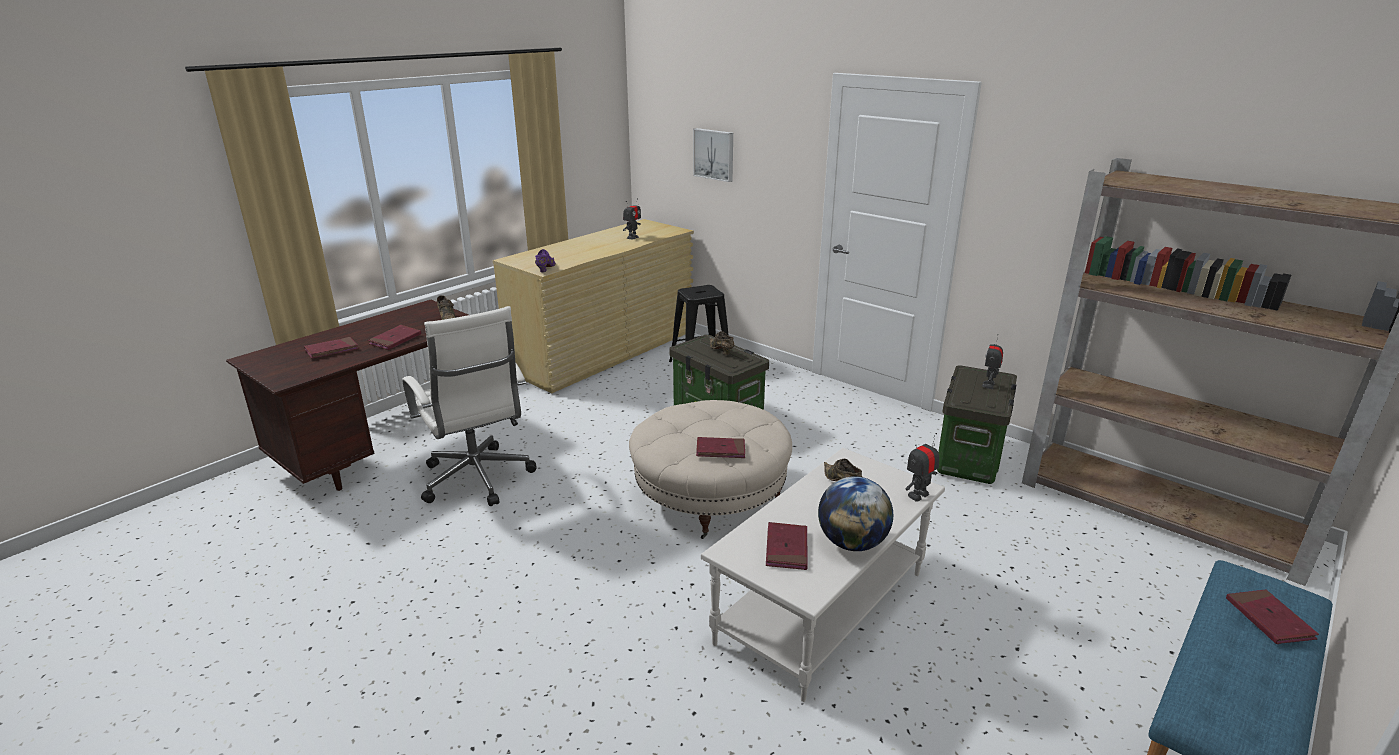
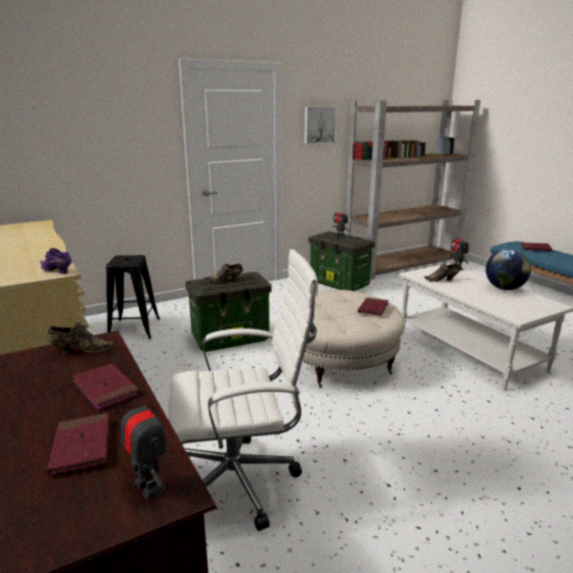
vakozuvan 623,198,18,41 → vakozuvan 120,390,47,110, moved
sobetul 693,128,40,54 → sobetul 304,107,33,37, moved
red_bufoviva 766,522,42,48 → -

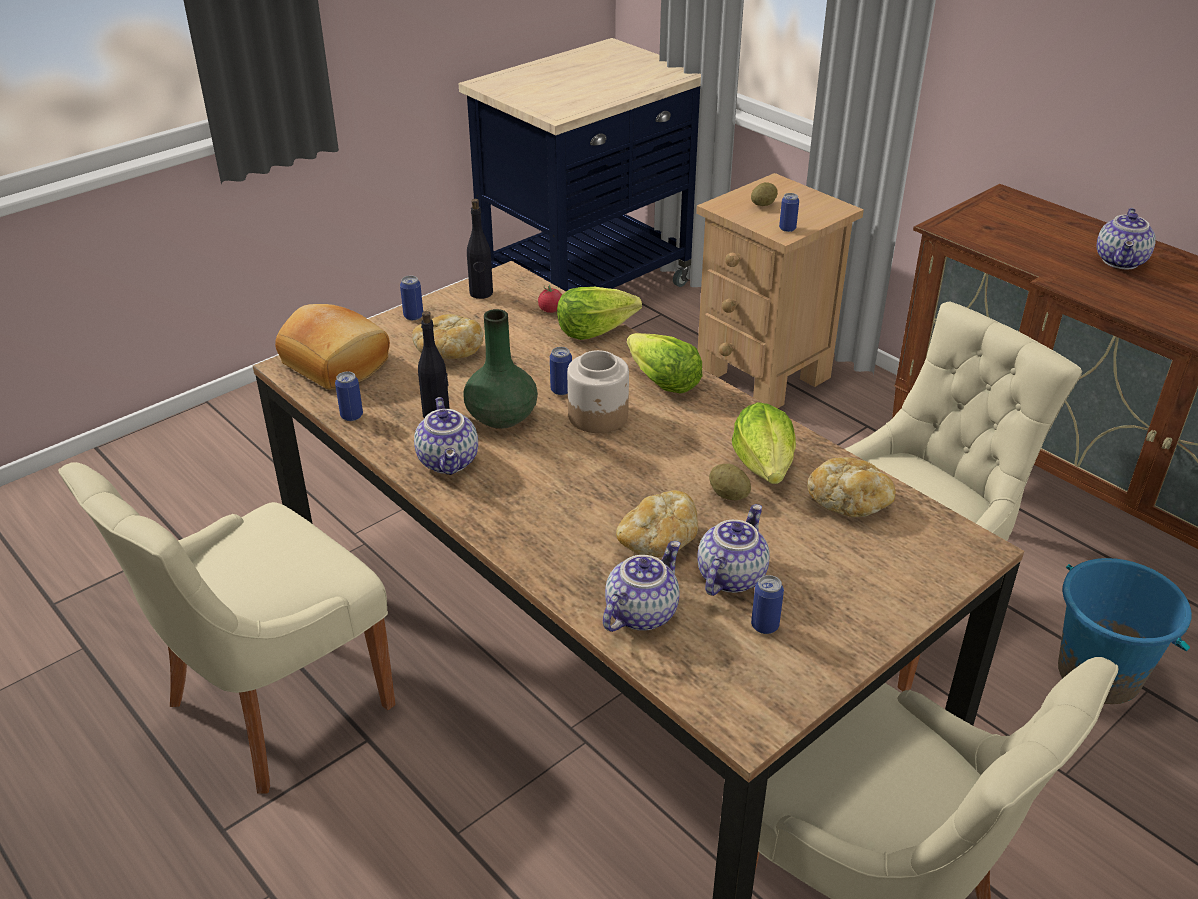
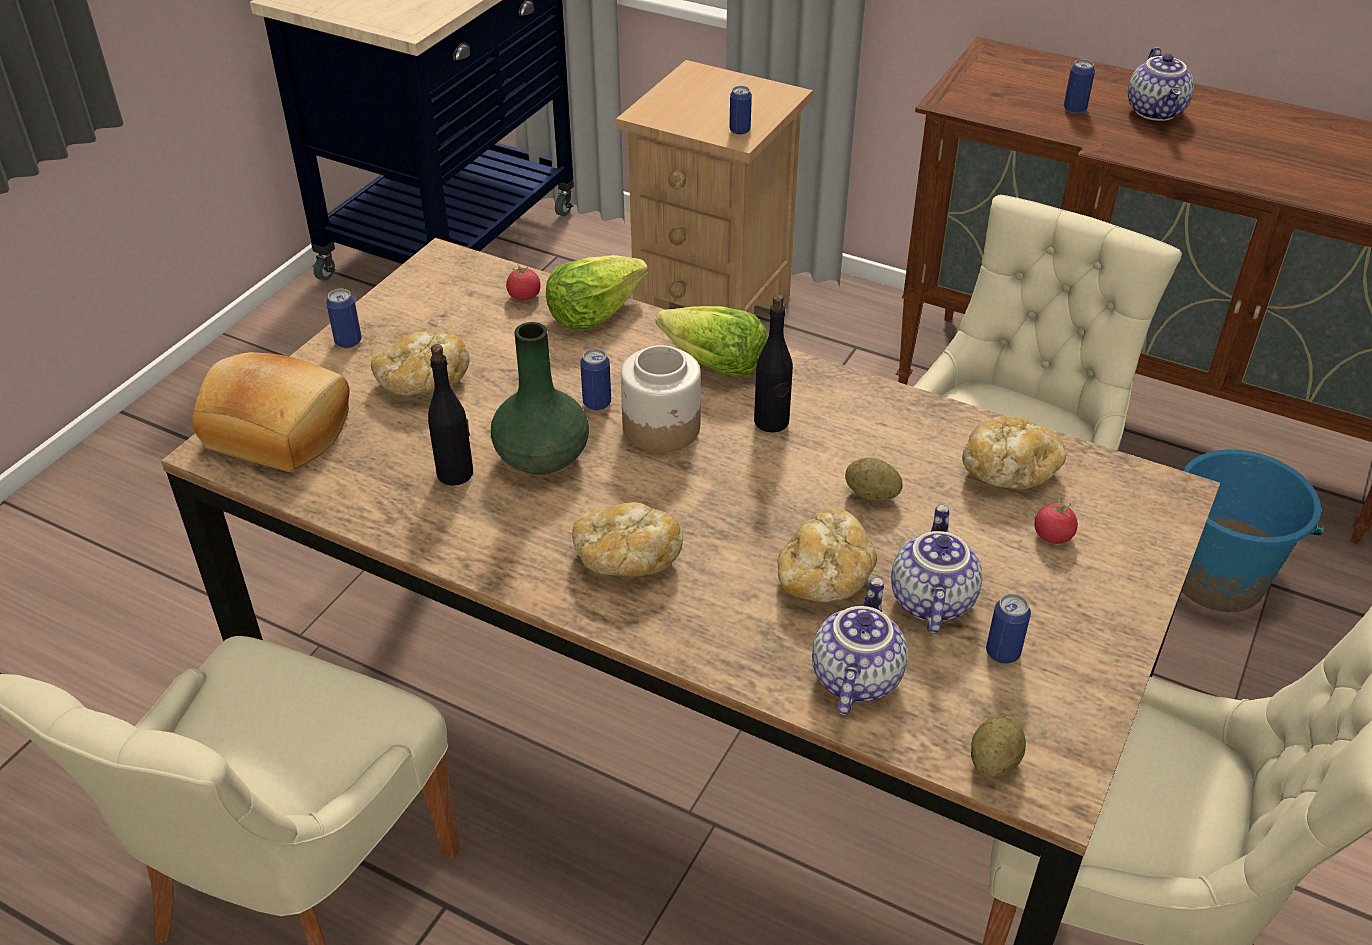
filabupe 335,372,28,49 → filabupe 1064,59,31,54, moved
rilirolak 414,397,64,78 → -
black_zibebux 467,199,26,100 → black_zibebux 754,294,39,138, moved
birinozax 732,402,64,82 → -
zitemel 751,182,27,24 → zitemel 971,715,55,63, moved
- → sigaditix 572,502,111,74
- → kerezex 1034,497,44,47

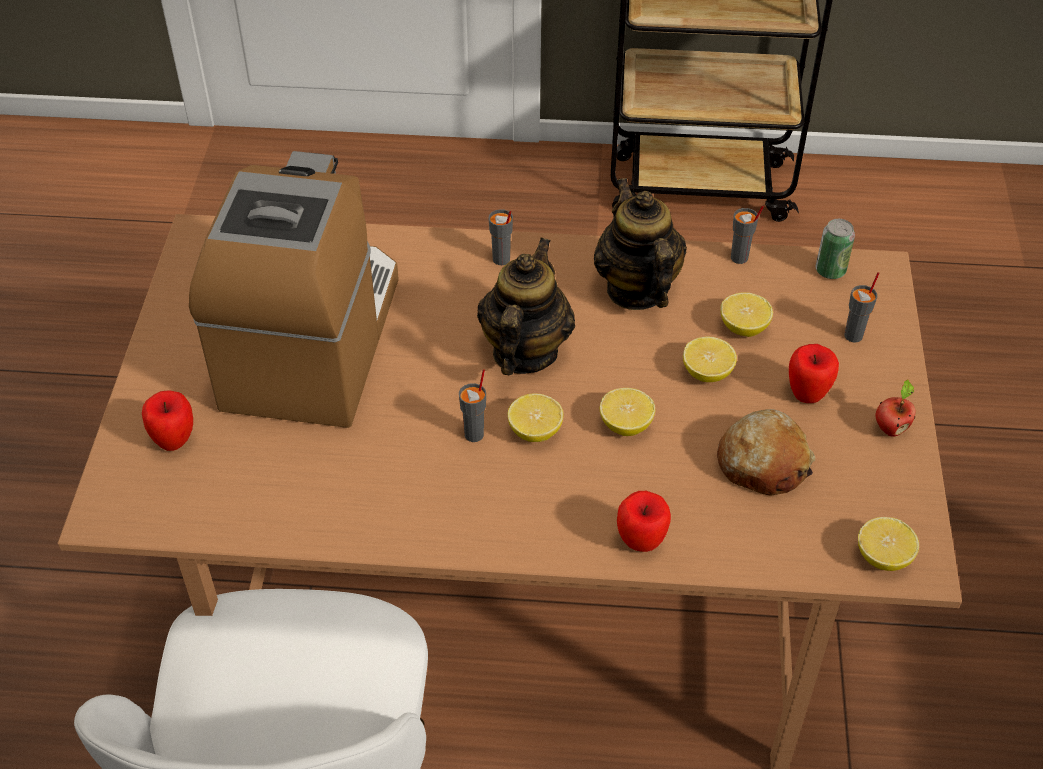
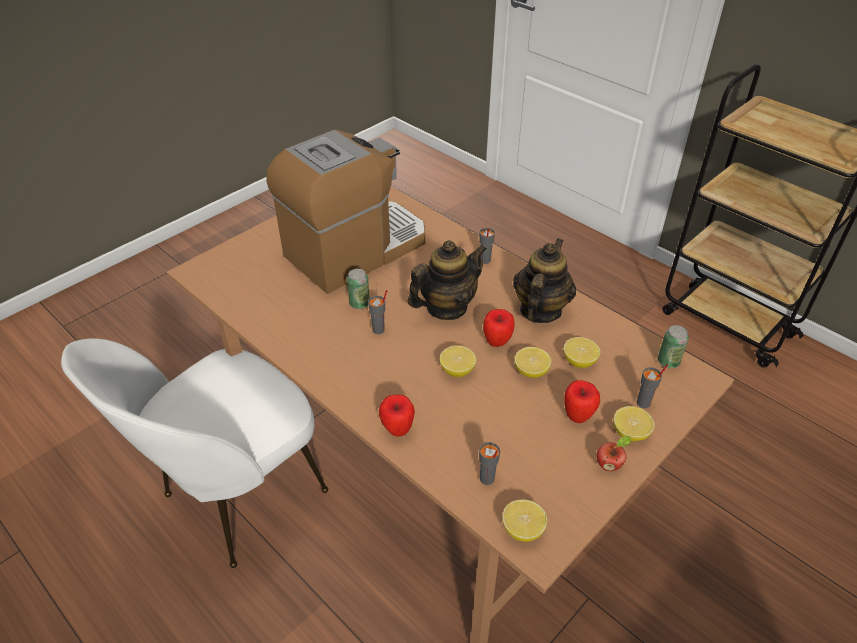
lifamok 142,390,51,61 → lifamok 483,309,32,38, moved
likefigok 508,393,55,49 → likefigok 613,406,42,36, moved
sigaditix 717,409,98,87 → -
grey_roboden 731,206,33,58 → grey_roboden 479,442,21,43, moved
- → filabupe 347,269,23,40

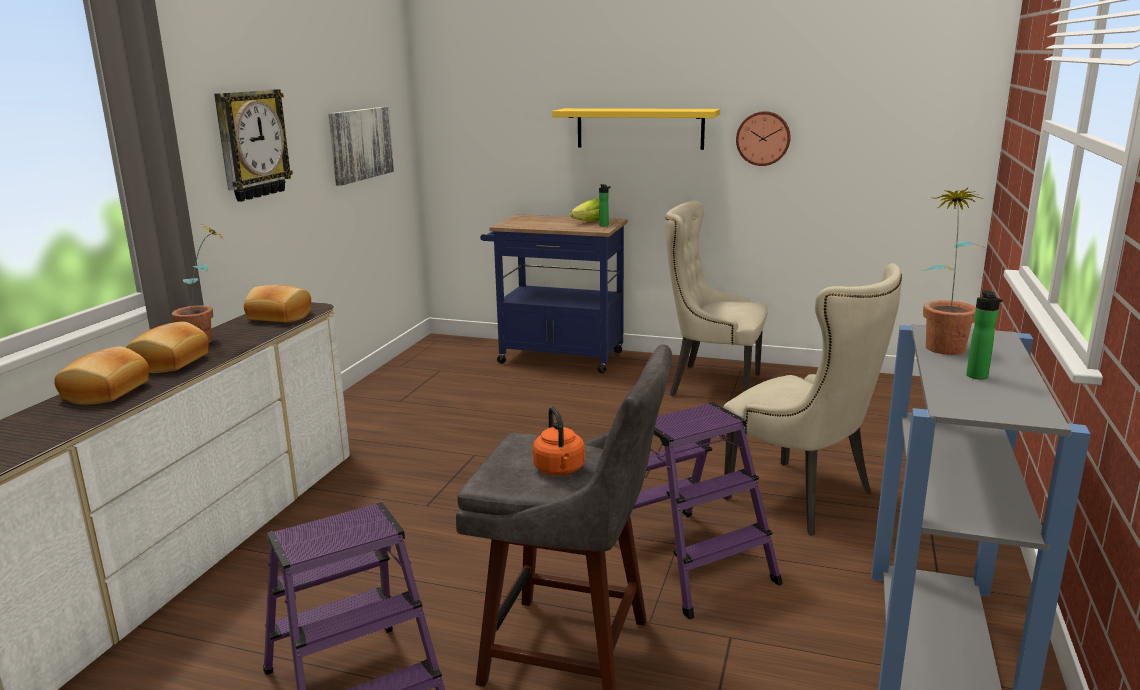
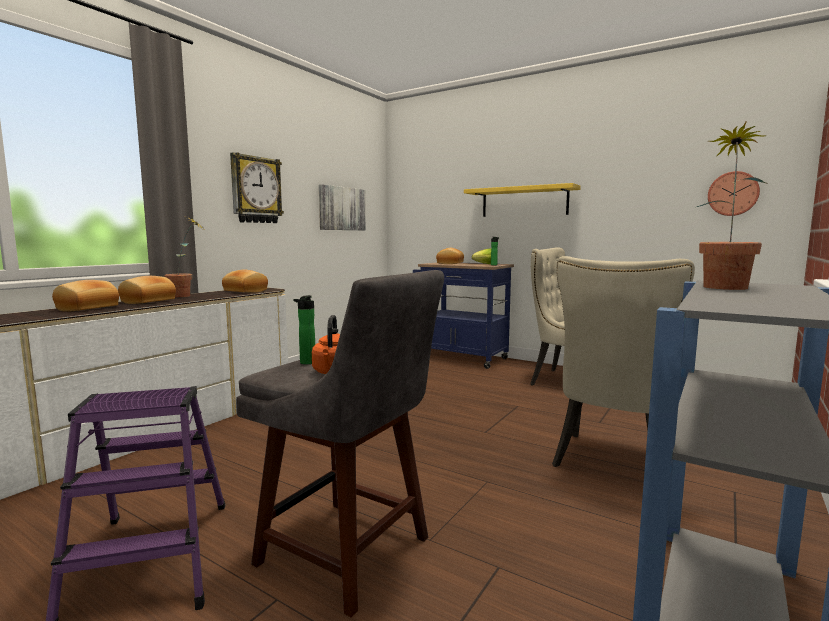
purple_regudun 633,402,150,217 → -
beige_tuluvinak 723,263,179,273 → beige_tuluvinak 552,256,143,211, 60 degrees clockwise
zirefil 736,111,55,55 → zirefil 708,171,52,45, moved
zibebux 966,290,37,90 → zibebux 294,295,21,69, moved
- → sigaditix 436,248,28,16

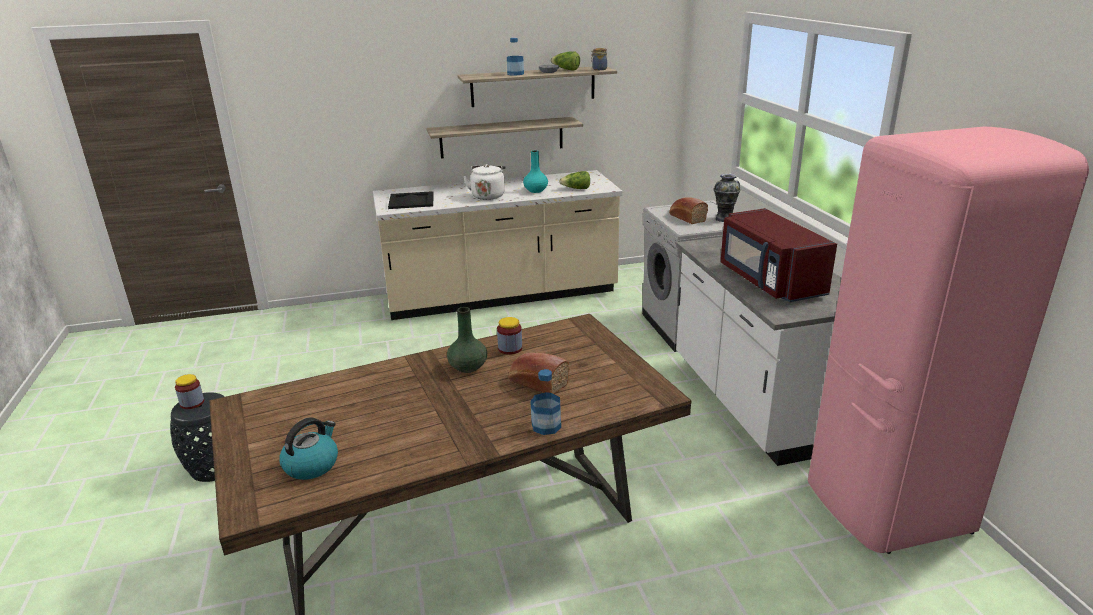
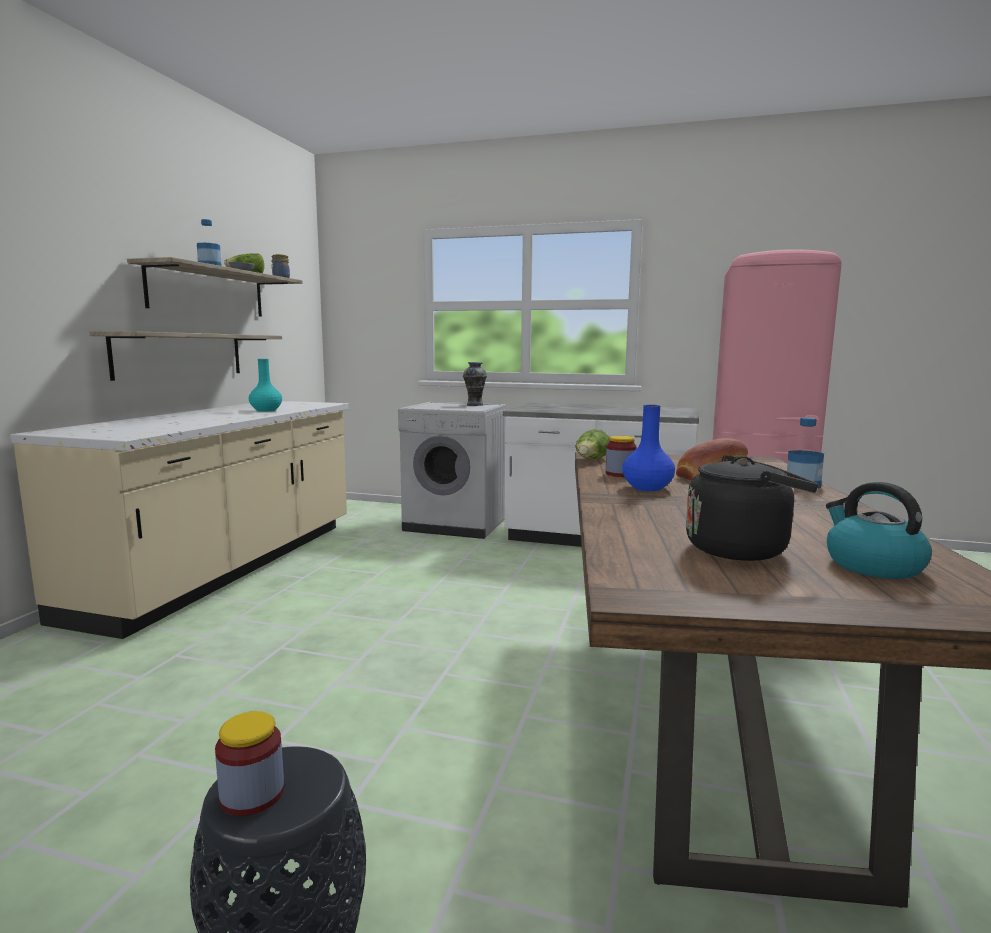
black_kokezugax 388,191,46,18 → -
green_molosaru 447,307,40,66 → blue_molosaru 622,404,53,87
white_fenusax 463,164,43,36 → -
birinozax 559,171,31,18 → birinozax 576,429,34,30, moved
sigaditix 669,197,39,27 → -
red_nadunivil 721,208,116,94 → -
- → black_fenusax 686,455,132,106

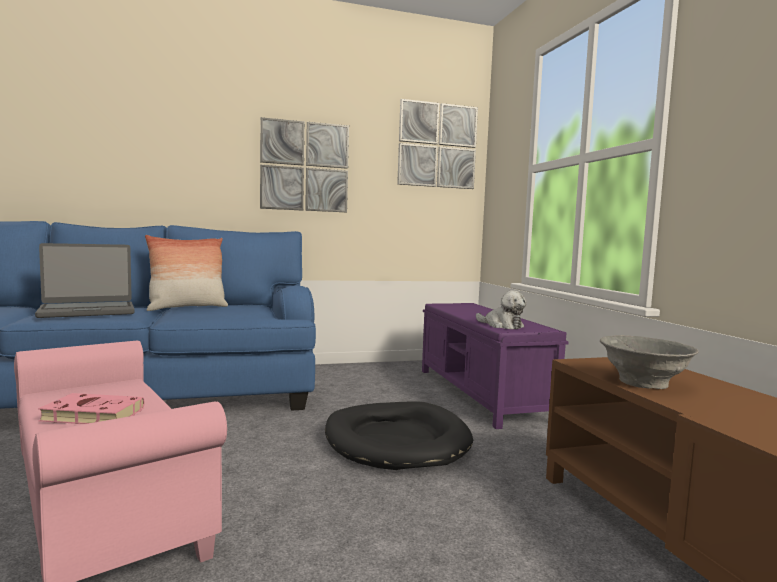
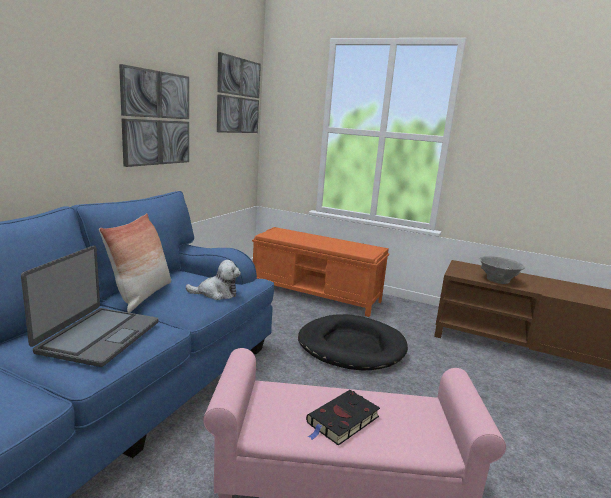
pink_bufoviva 38,393,107,31 → black_bufoviva 306,390,74,56
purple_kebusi 422,303,147,126 → orange_kebusi 252,227,137,90
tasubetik 476,290,51,39 → tasubetik 185,260,56,40, moved

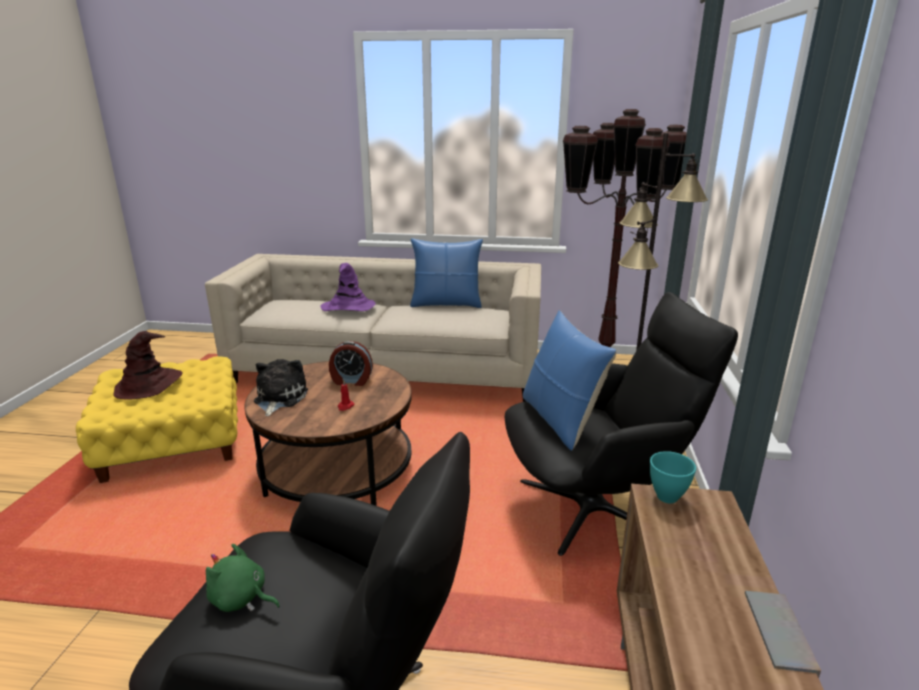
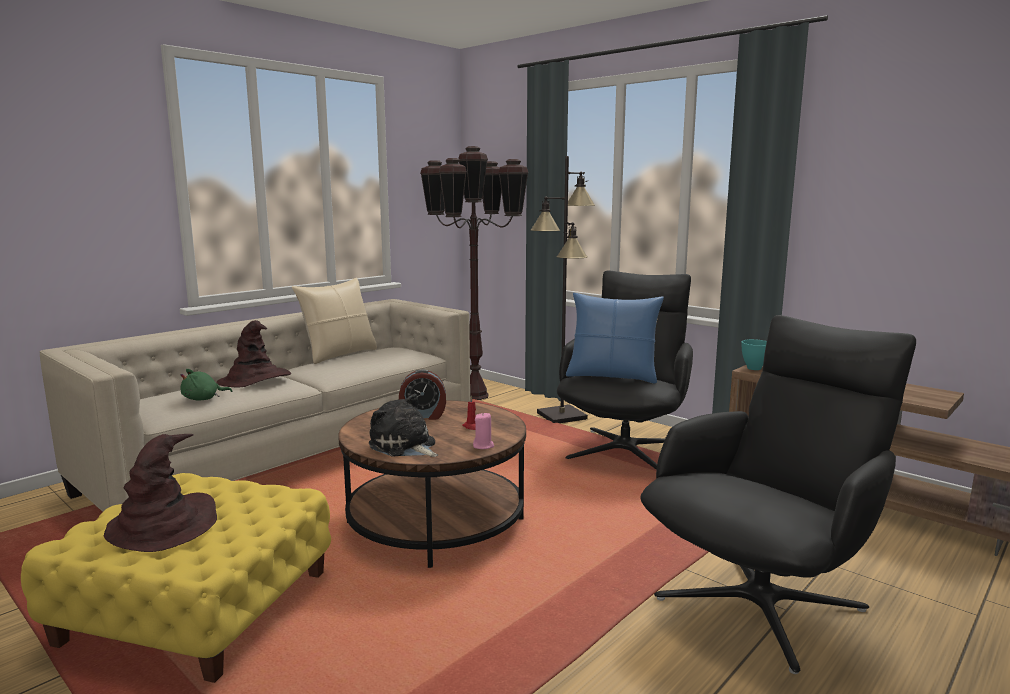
green_tasubetik 206,544,74,68 → green_tasubetik 180,369,52,32, moved
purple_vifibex 320,263,56,48 → brown_vifibex 216,320,75,67
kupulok 329,341,44,45 → kupulok 399,370,47,50, 45 degrees clockwise
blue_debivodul 410,238,73,70 → beige_debivodul 292,278,85,86
- → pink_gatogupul 473,412,21,37

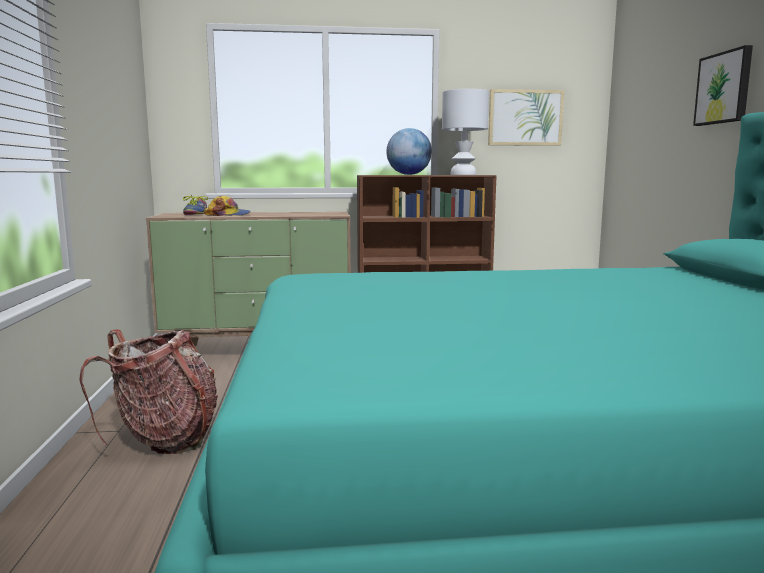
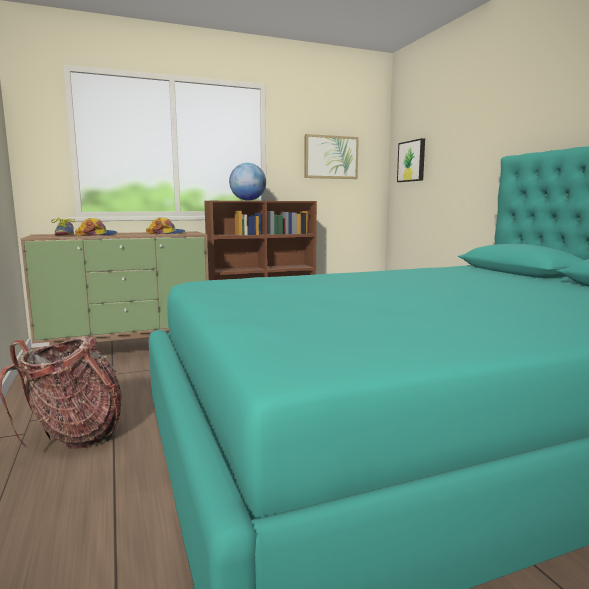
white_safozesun 442,89,47,86 → -
sobetul 693,45,60,81 → sobetul 397,138,28,44, moved
- → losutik 146,217,39,17

